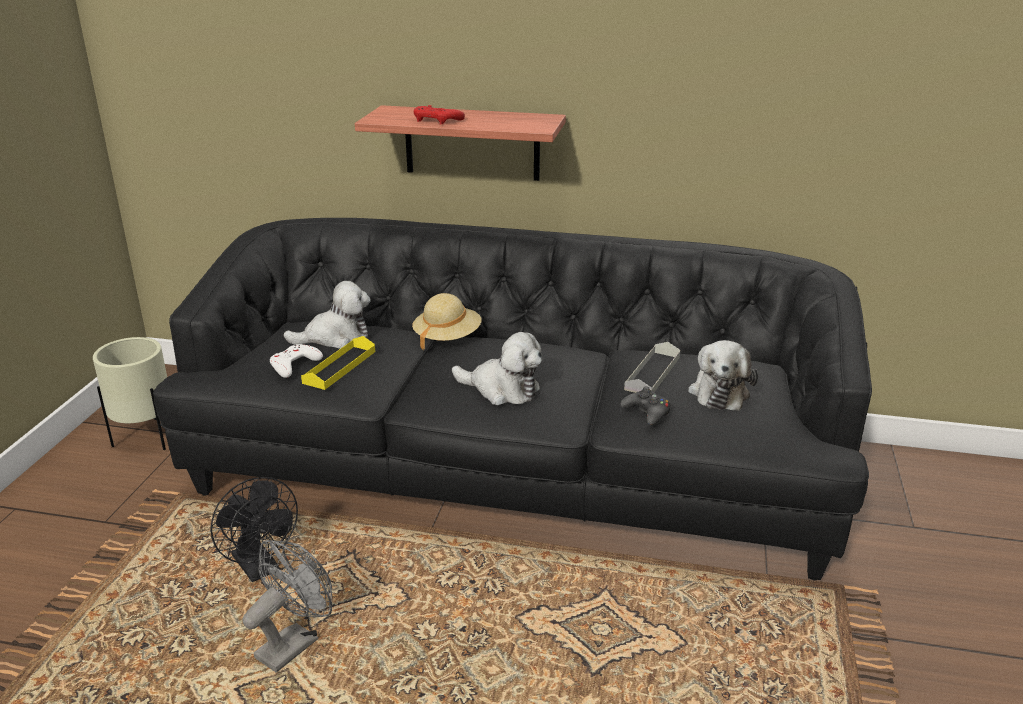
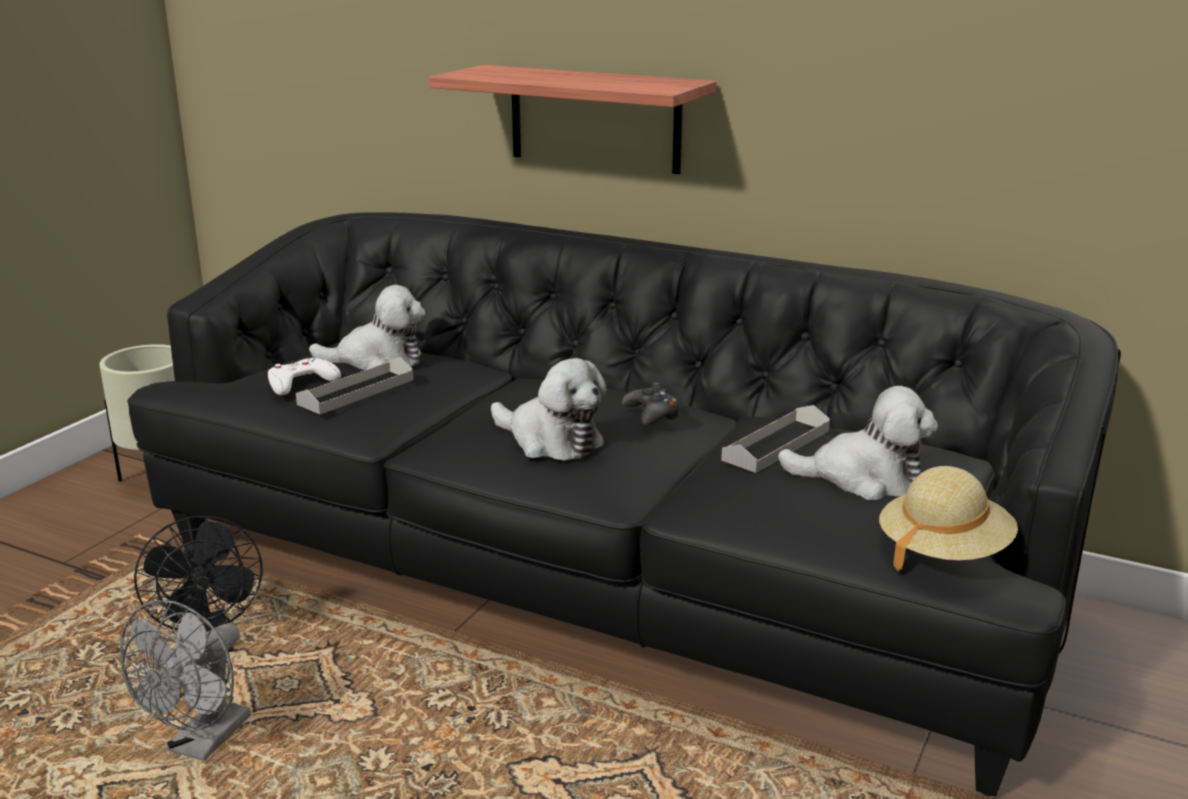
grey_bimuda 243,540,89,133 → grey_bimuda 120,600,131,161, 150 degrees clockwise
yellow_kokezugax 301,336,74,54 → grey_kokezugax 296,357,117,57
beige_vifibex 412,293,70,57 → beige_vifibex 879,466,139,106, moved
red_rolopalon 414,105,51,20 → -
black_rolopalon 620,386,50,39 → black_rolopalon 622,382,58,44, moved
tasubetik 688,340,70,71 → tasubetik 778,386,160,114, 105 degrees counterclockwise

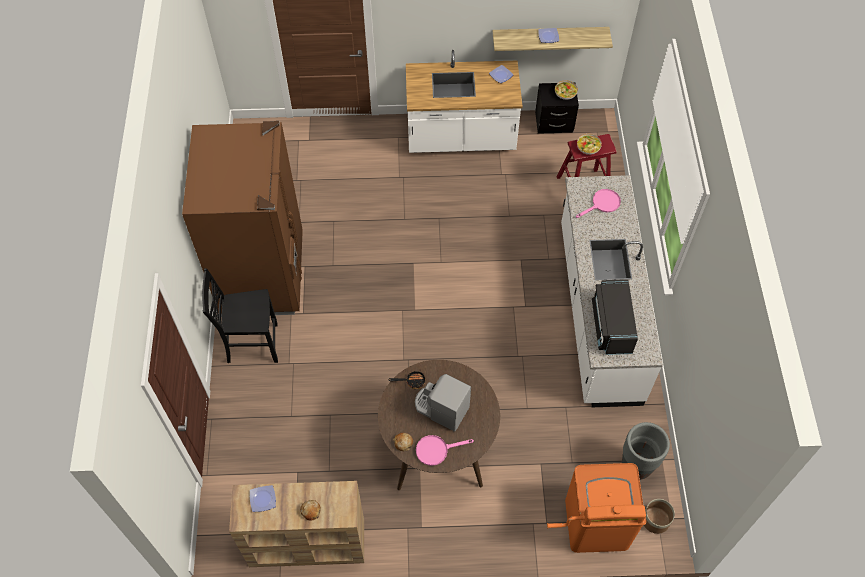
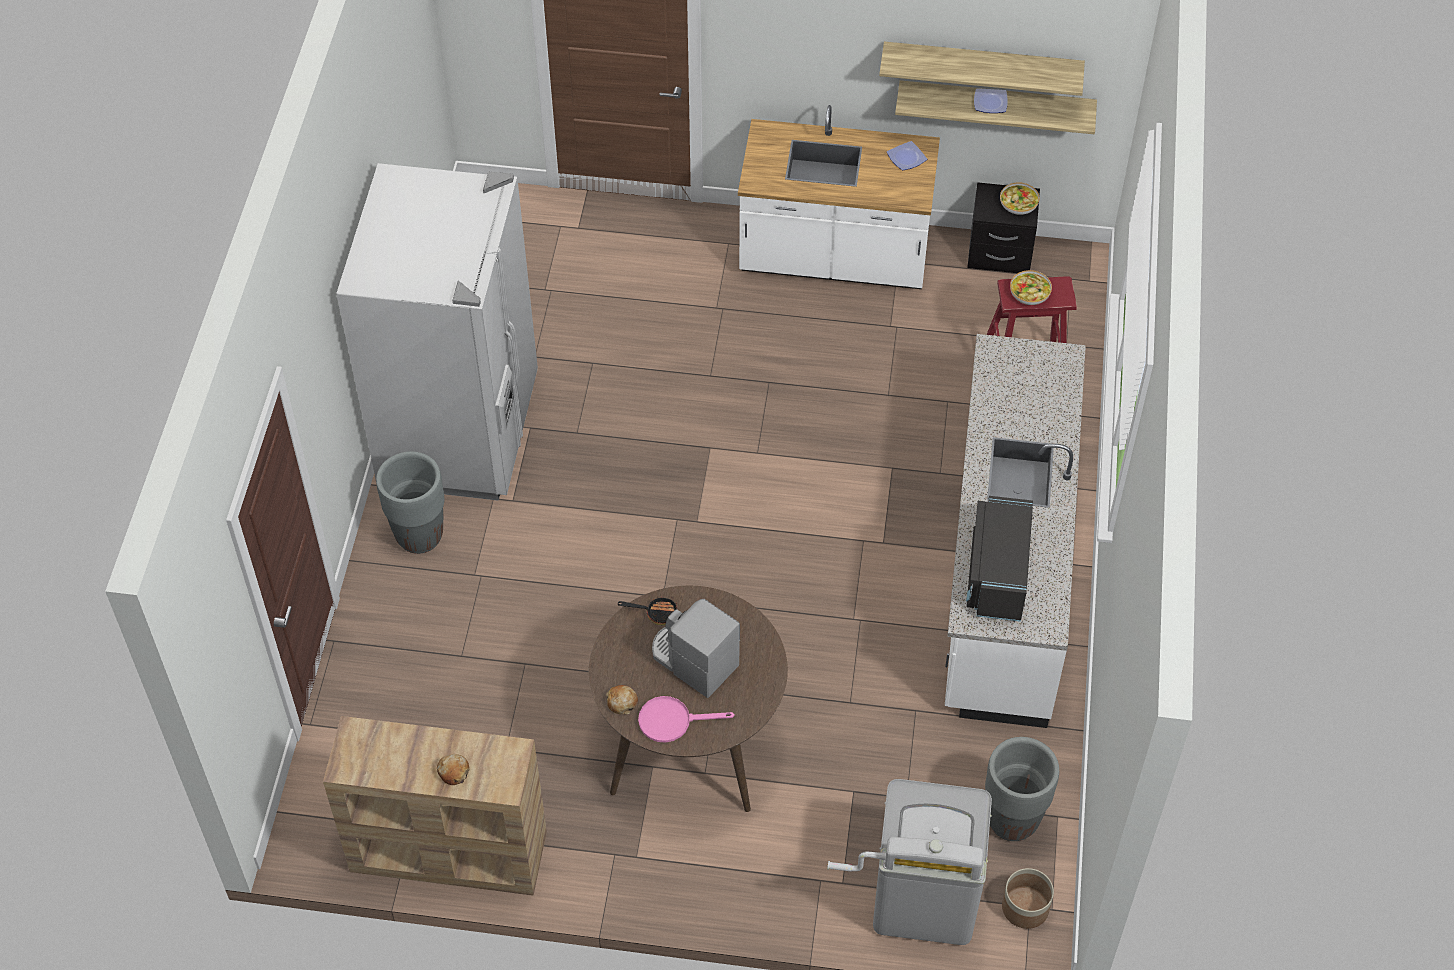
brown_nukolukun 182,121,121,196 → white_nukolukun 336,163,202,338
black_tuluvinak 202,268,76,95 → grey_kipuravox 376,452,68,102
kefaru 250,485,26,27 → -
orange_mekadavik 547,463,99,90 → grey_mekadavik 827,779,165,166
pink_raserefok 576,189,45,29 → -
- → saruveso 879,42,206,54

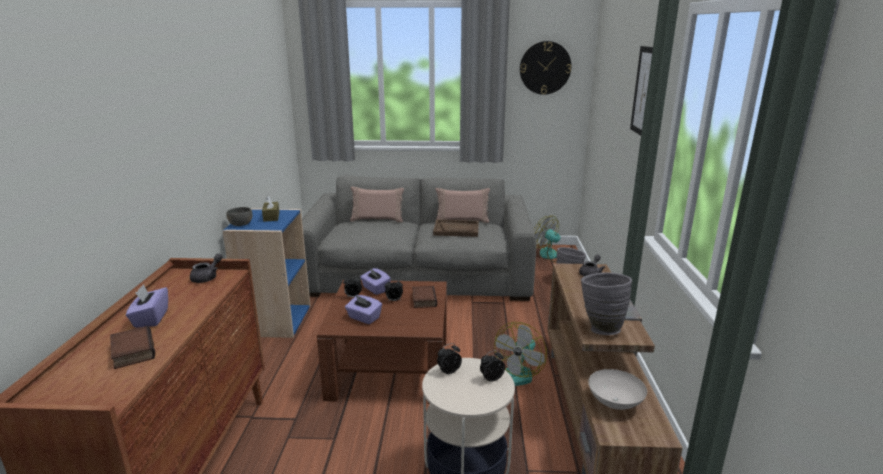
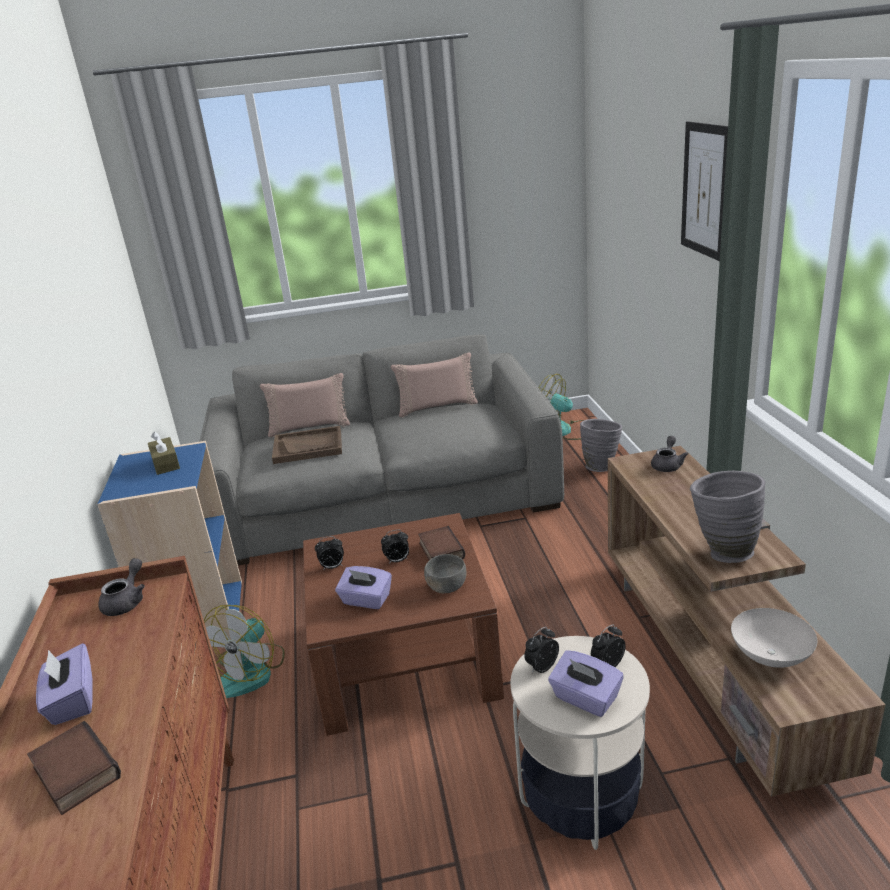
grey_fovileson 226,207,27,19 → grey_fovileson 424,554,43,39, moved
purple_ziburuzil 360,268,31,27 → purple_ziburuzil 548,650,76,67, moved
brown_kokezugax 433,220,46,17 → brown_kokezugax 272,426,70,38, moved
bimuda 494,322,53,64 → bimuda 204,605,81,93, moved
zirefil 520,41,51,54 → -

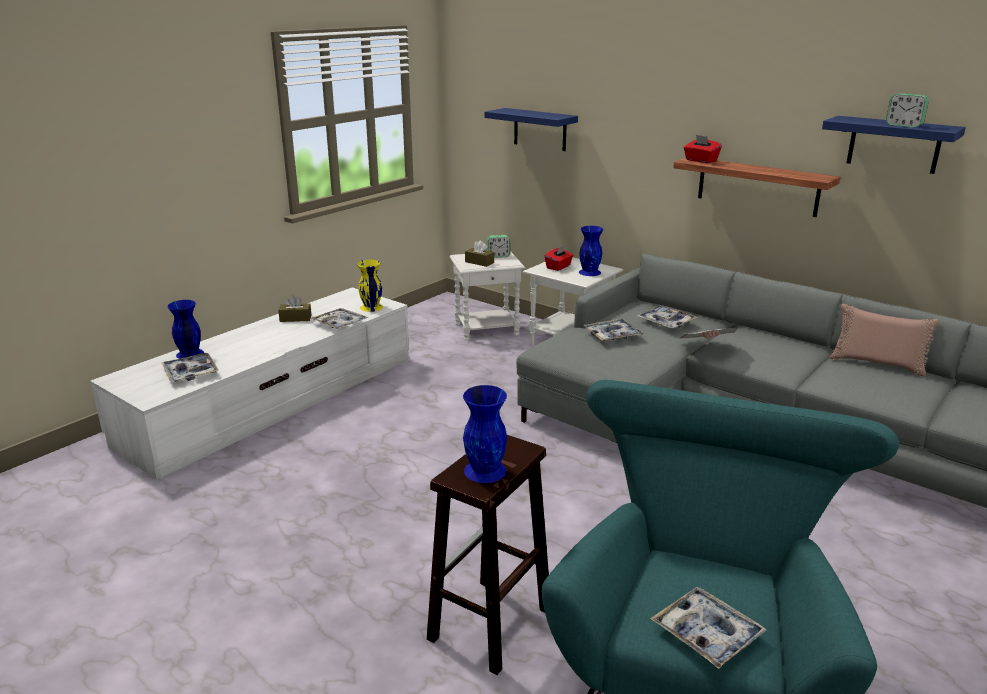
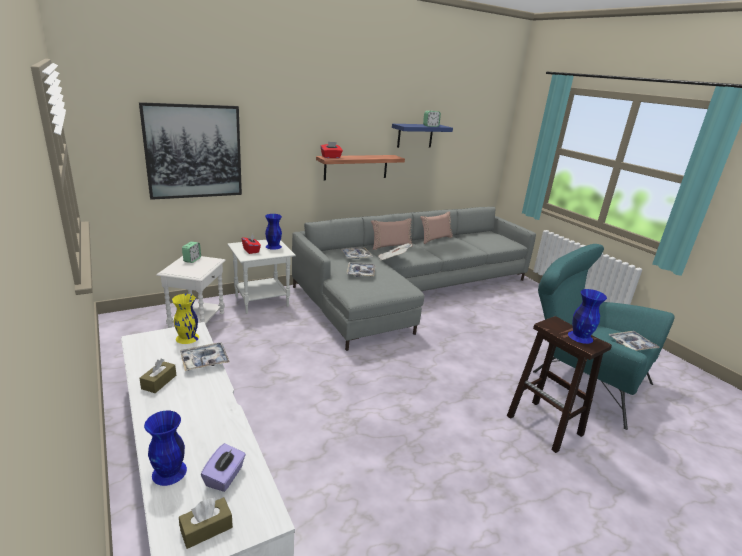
kokezugax 162,353,57,29 → purple_ziburuzil 201,443,45,49
brown_ziburuzil 465,241,29,26 → brown_ziburuzil 179,497,54,52, moved
blue_saruveso 484,108,94,43 → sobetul 139,102,103,98
- → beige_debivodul 371,218,42,32

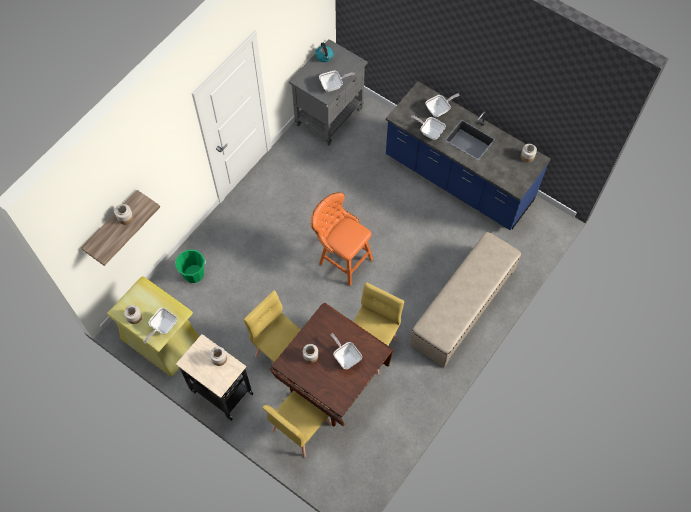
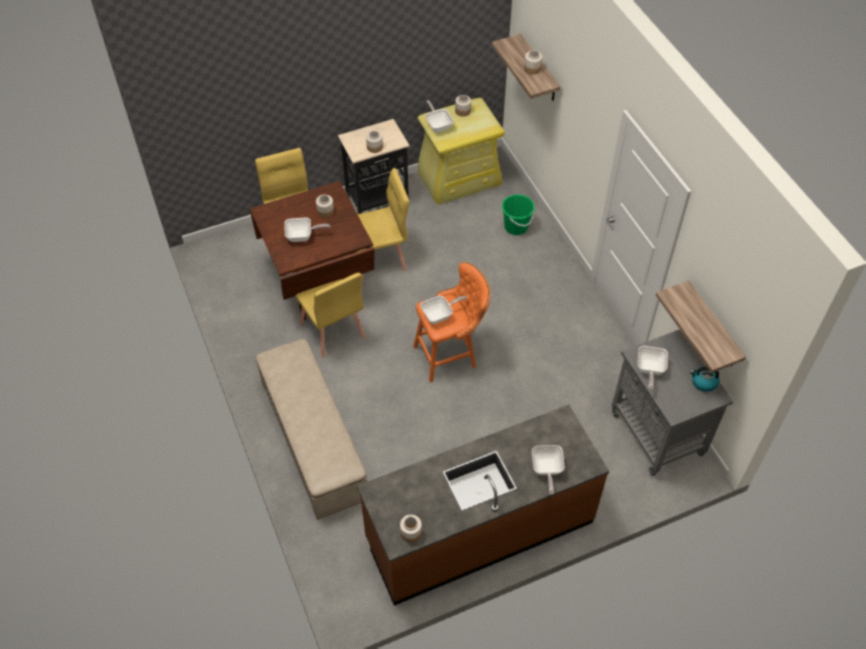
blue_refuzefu 386,81,165,149 → brown_refuzefu 357,405,252,201
raserefok 411,115,35,25 → raserefok 420,296,47,28, moved
- → saruveso 656,281,90,92

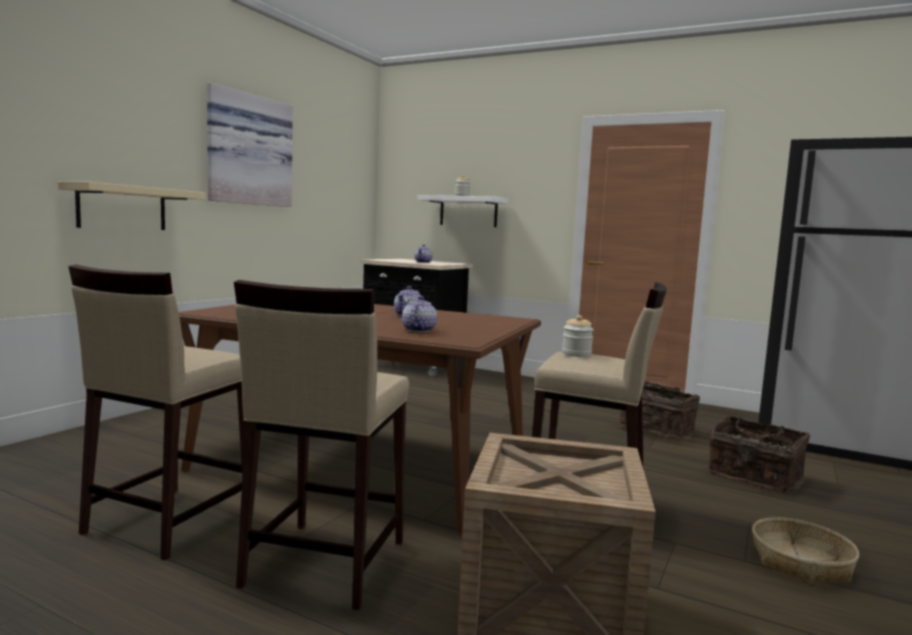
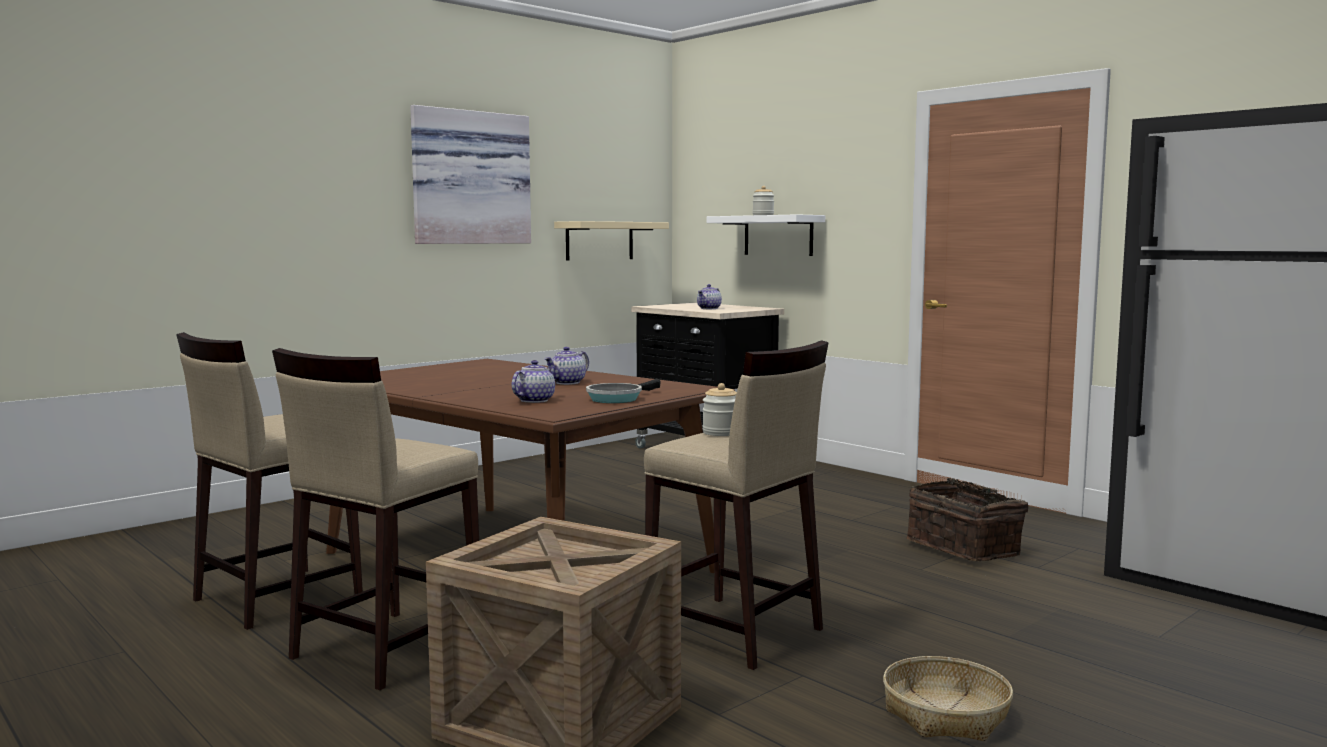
beige_saruveso 58,181,148,49 → beige_saruveso 554,221,115,39, moved
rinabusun 708,416,102,78 → -
- → raserefok 586,379,75,24

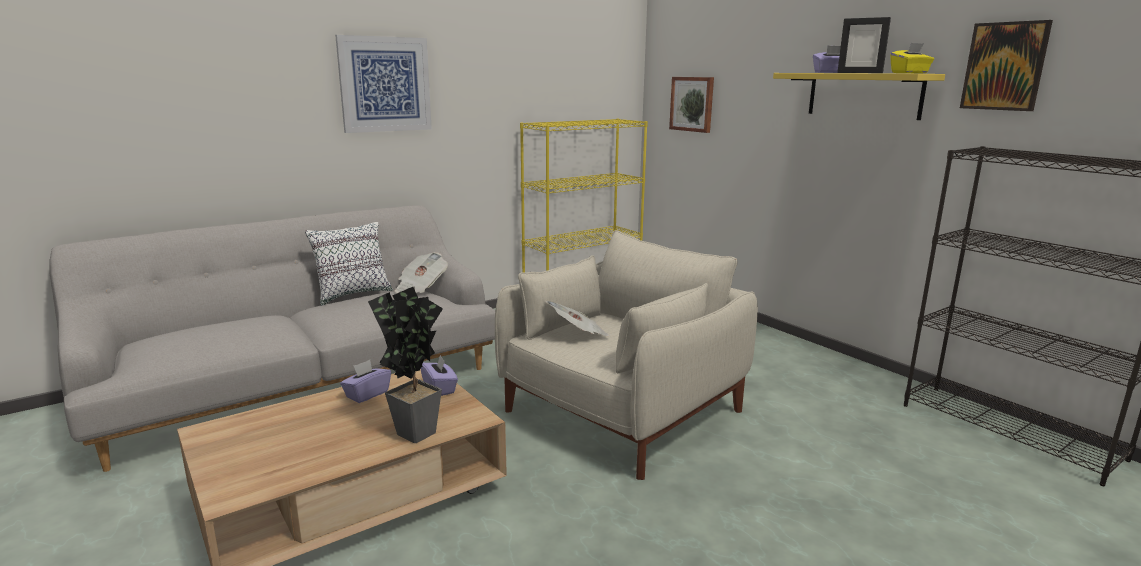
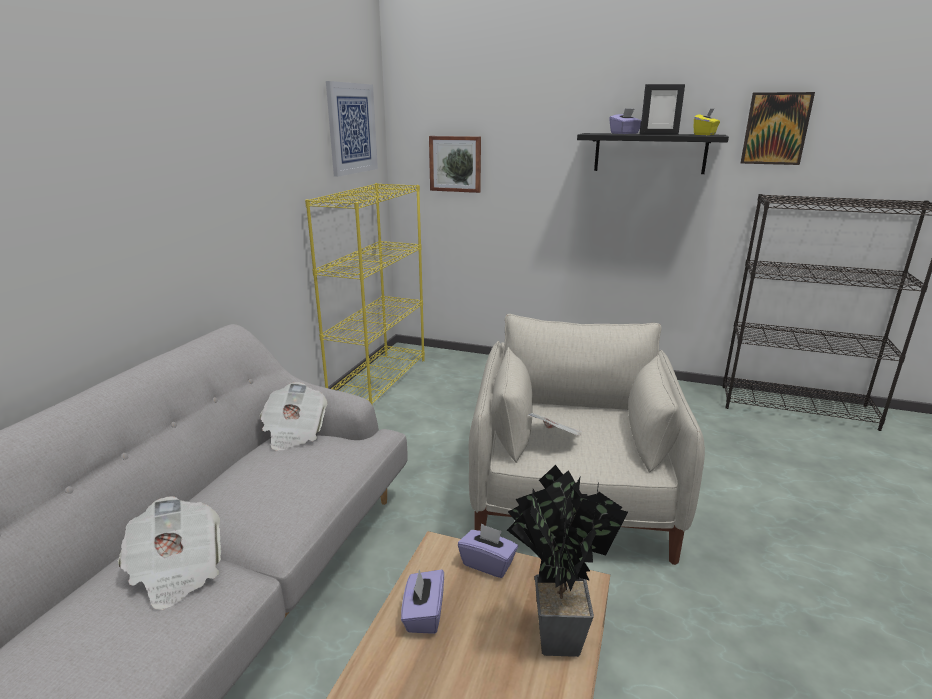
white_debivodul 305,222,88,83 → -
sobetul 335,35,97,98 → sobetul 326,81,52,96, moved
yellow_saruveso 773,73,172,47 → black_saruveso 577,133,152,41
- → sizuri 118,496,103,114

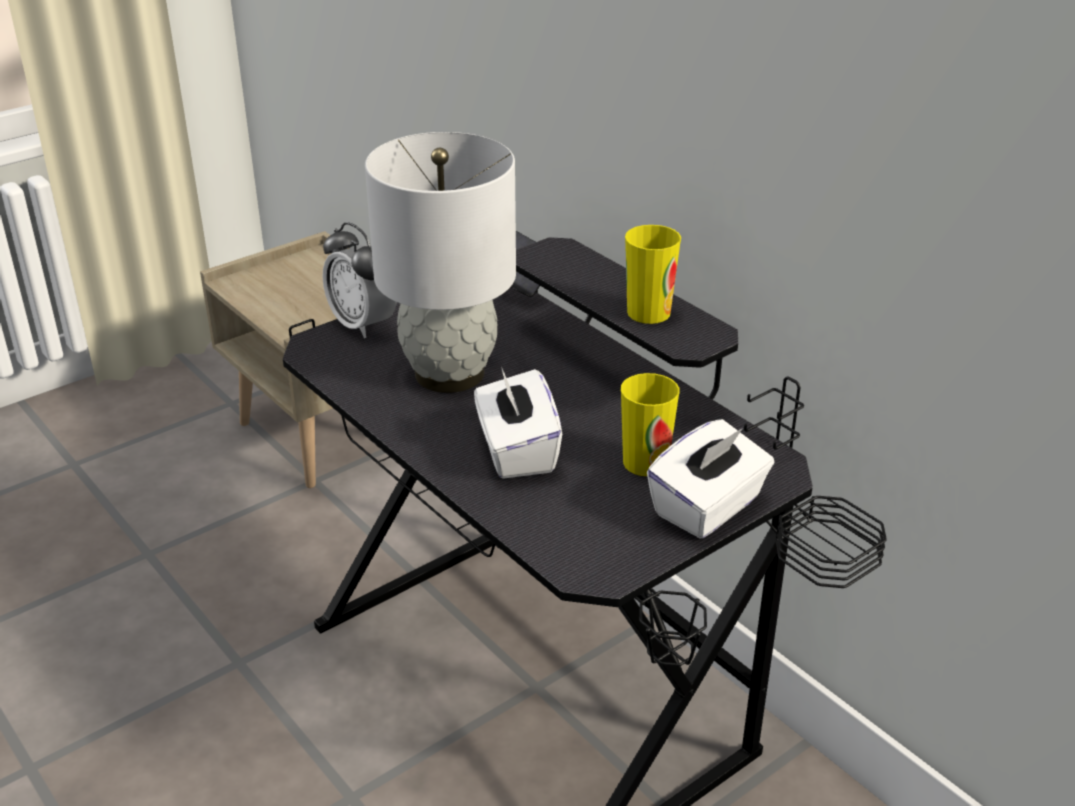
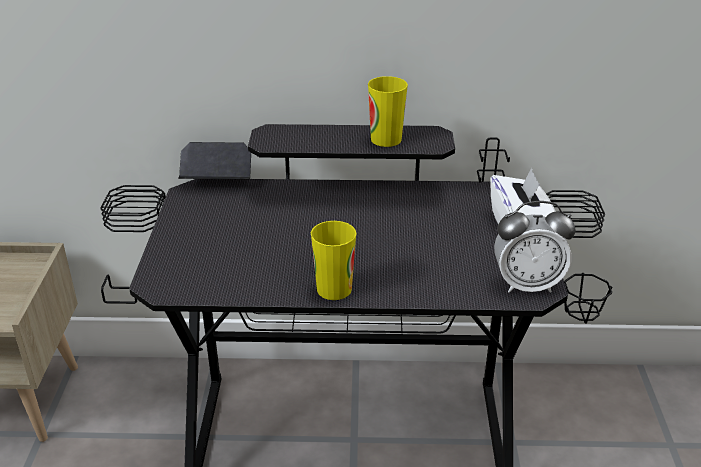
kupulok 322,222,75,116 → kupulok 494,201,82,92, moved
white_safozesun 365,132,151,261 → -
white_ziburuzil 474,366,88,113 → -
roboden 621,373,59,103 → roboden 311,221,46,79, moved

